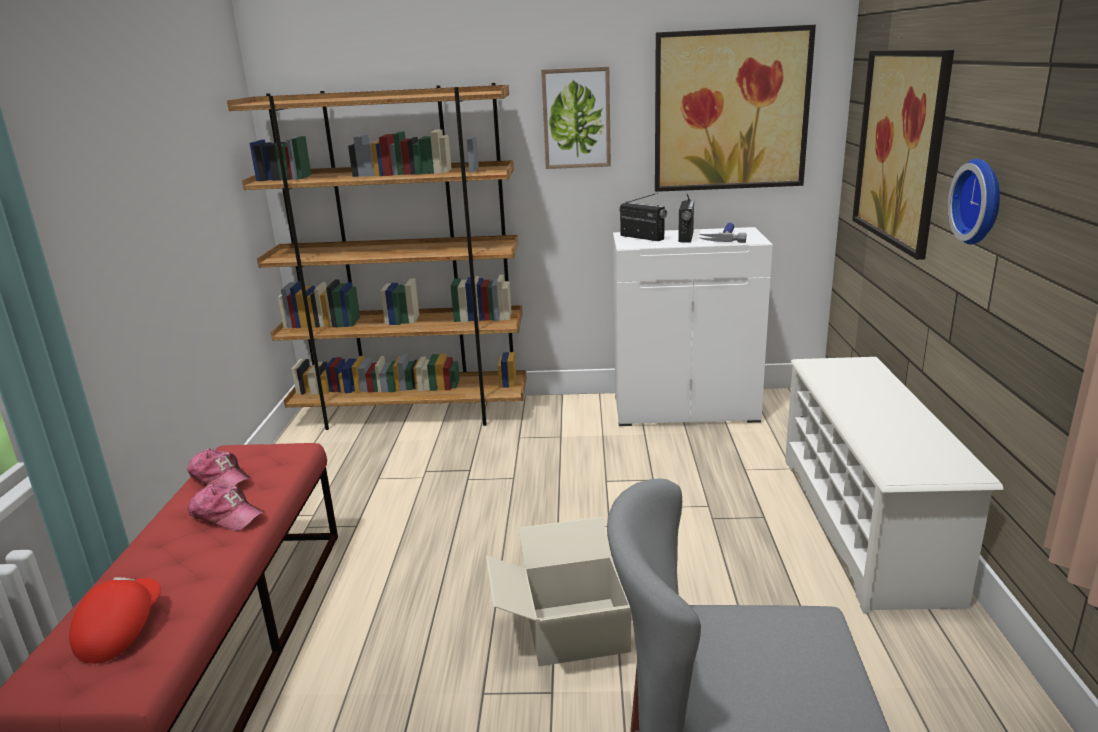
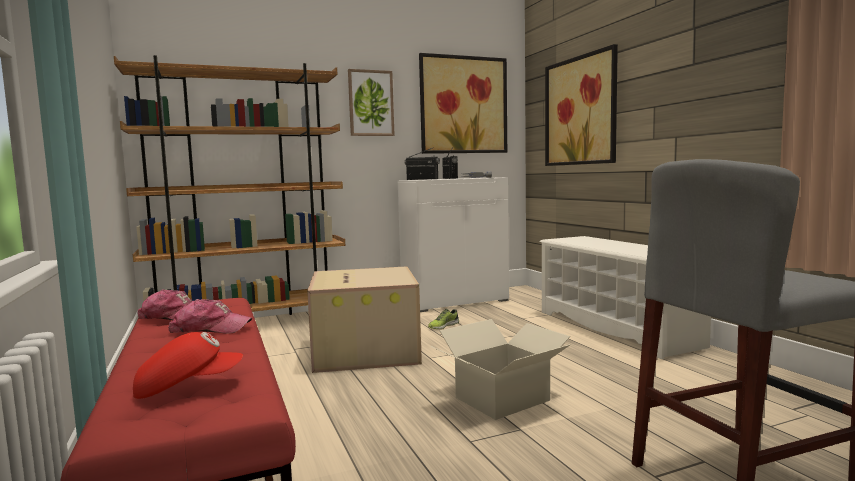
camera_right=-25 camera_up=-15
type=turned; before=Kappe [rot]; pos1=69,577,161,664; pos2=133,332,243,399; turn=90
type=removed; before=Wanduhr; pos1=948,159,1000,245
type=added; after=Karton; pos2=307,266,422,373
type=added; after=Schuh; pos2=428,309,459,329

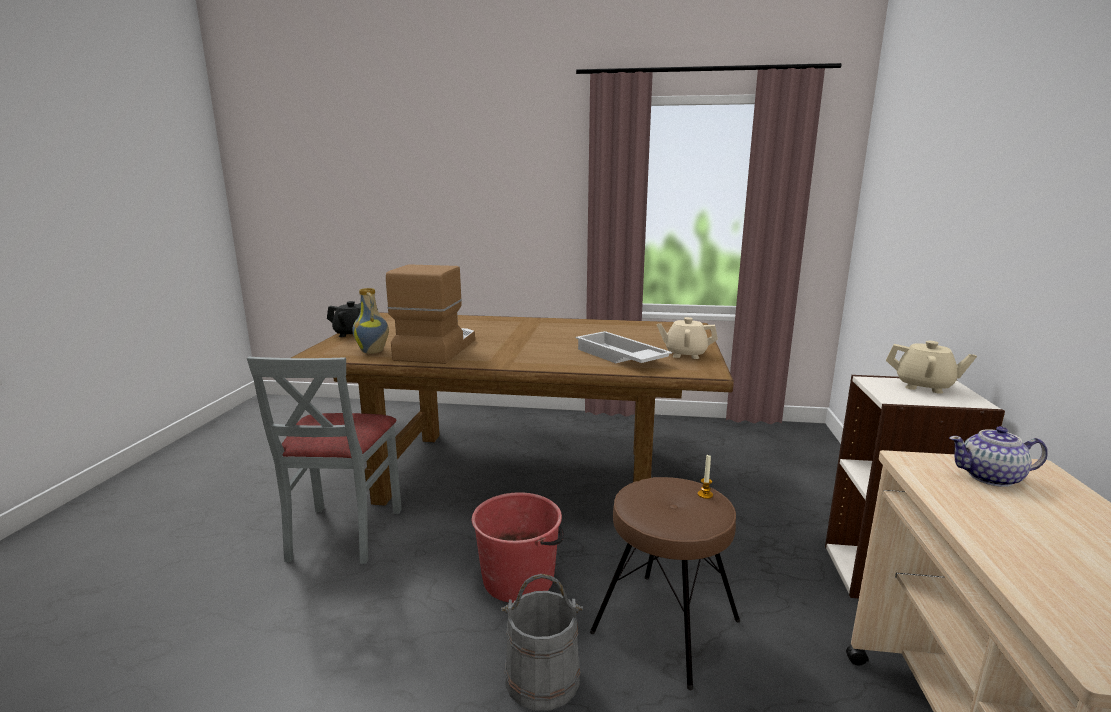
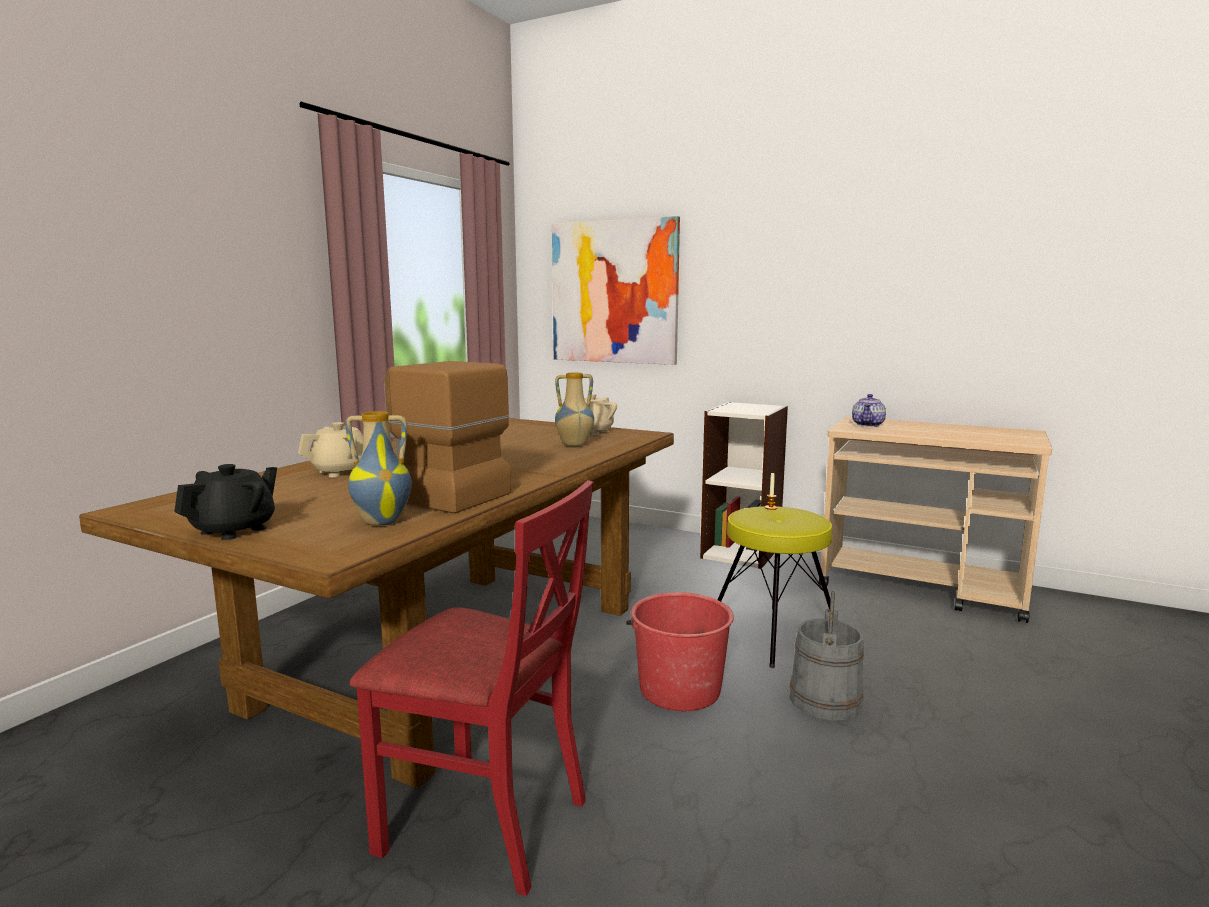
camera_right=-70 camera_up=-5
type=recoloured; before=Stuhl [grau]; after=Stuhl [rot]; pos1=247,357,402,564; pos2=350,480,594,896
type=replaced; before=Tablett [weiß]; after=Vase; pos1=575,331,672,363; pos2=555,373,594,446
type=recoloured; before=Hocker [braun]; after=Hocker [gelb]; pos1=590,477,740,690; pos2=718,506,832,668
type=moved; before=Teekanne [beige]; pos1=886,341,977,394; pos2=298,422,363,477
type=added; after=Bild; pos2=552,216,680,365

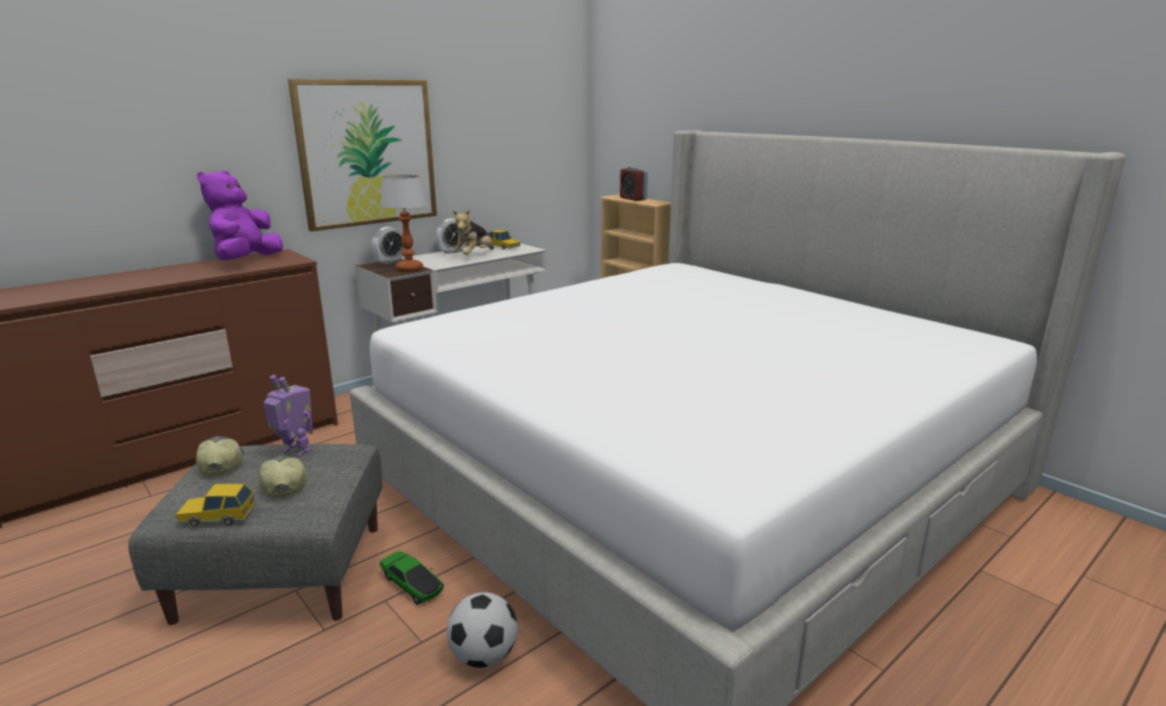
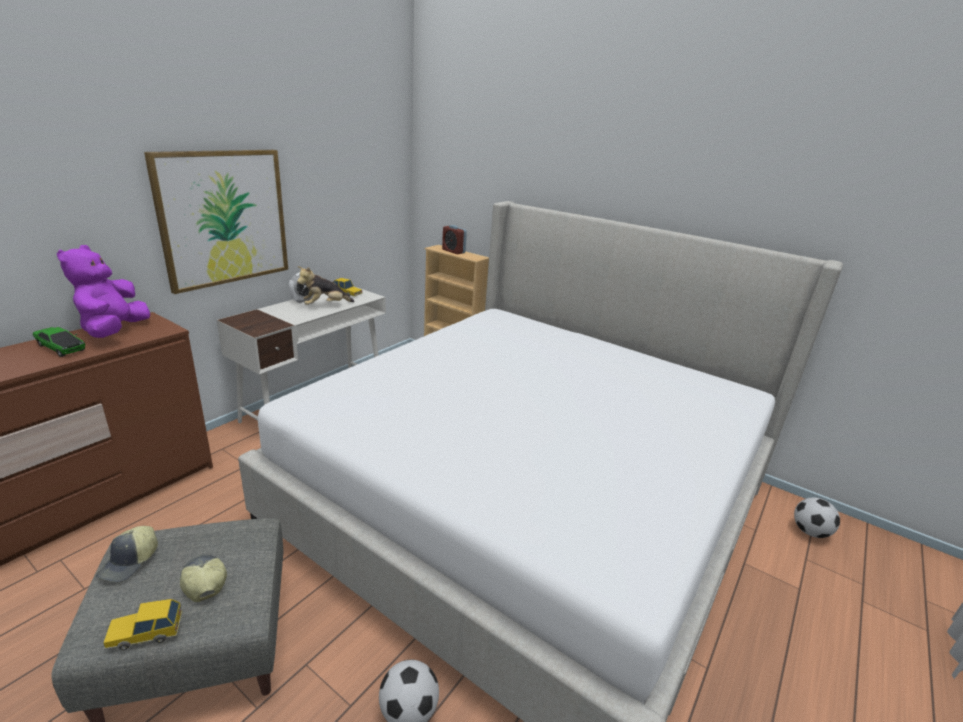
camera_right=-15 camera_up=5
type=turned; before=Kappe; pos1=196,436,244,476; pos2=96,526,158,582; turn=-135
type=removed; before=Spielzeugroboter; pos1=264,375,313,457
type=removed; before=Wecker; pos1=372,227,405,264
type=removed; before=Tischlampe; pos1=380,175,427,272
type=moved; before=Spielzeugauto; pos1=380,551,444,605; pos2=33,327,85,357
type=turned; before=Plüschtier; pos1=452,209,494,255; pos2=297,266,355,305; turn=45
type=added; after=Fußball; pos2=794,498,840,538

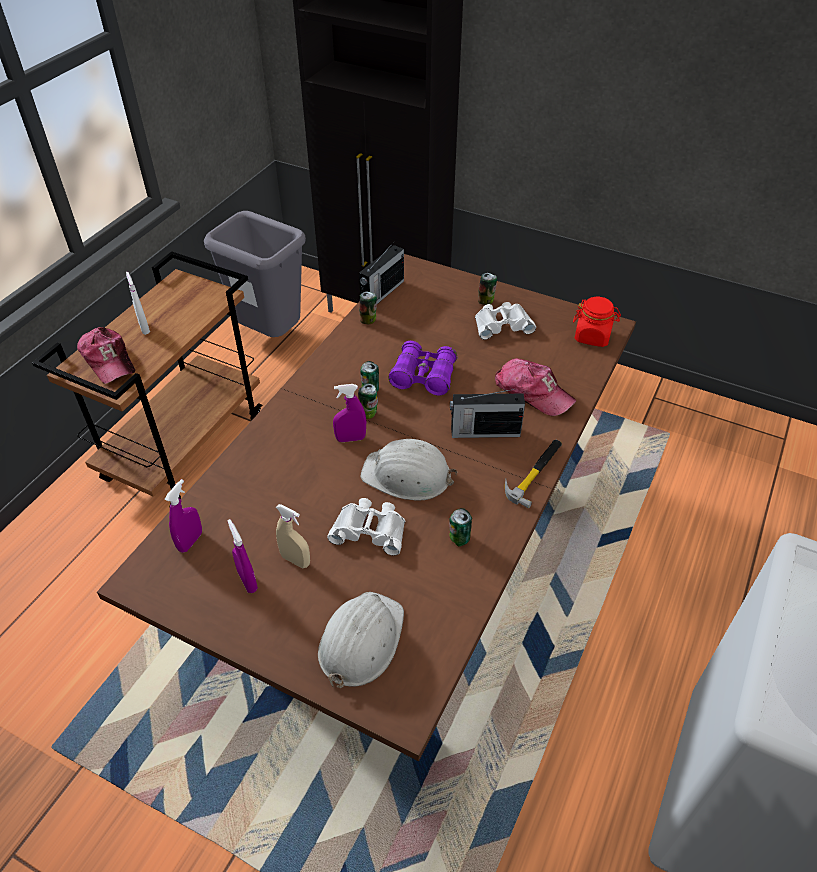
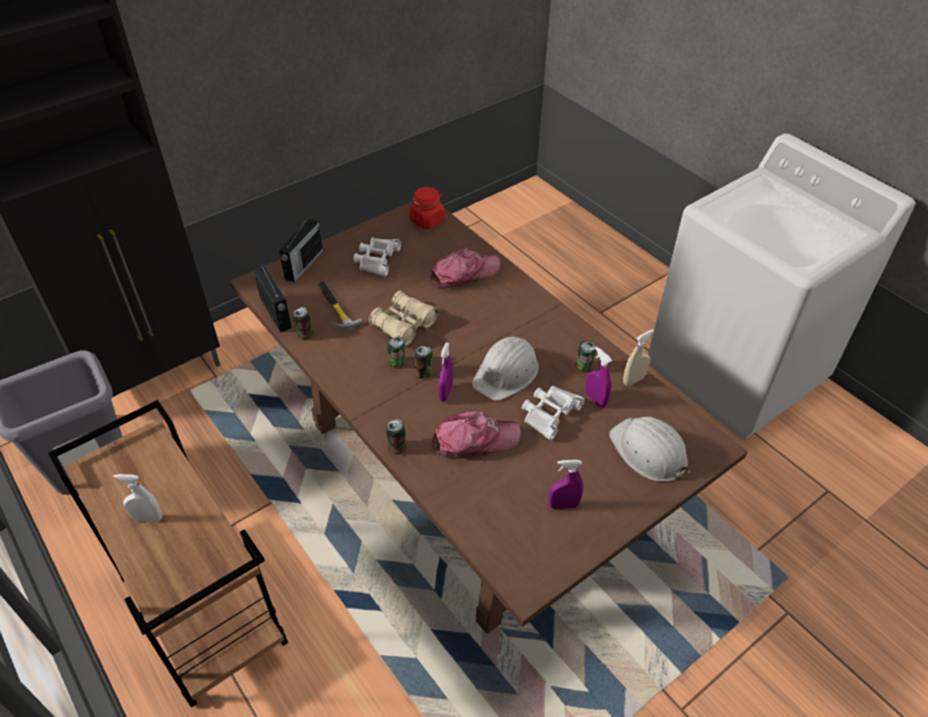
camera_right=-65 camera_up=0
type=moved; before=Kappe; pos1=77,327,135,384; pos2=432,411,521,456
type=moved; before=Sprühflasche [lila]; pos1=164,479,202,553; pos2=585,347,612,407
type=moved; before=Sprühflasche [beige]; pos1=276,504,310,568; pos2=623,329,654,386
type=recoloured; before=Fernglas [lila]; after=Fernglas [beige]; pos1=389,341,457,396; pos2=369,290,438,346
type=moved; before=Radio; pos1=450,389,525,438; pos2=279,218,323,282
type=moved; before=Dose; pos1=478,273,497,305; pos2=386,419,407,454
type=moved; before=Hammer; pos1=505,440,562,508; pos2=318,281,363,331

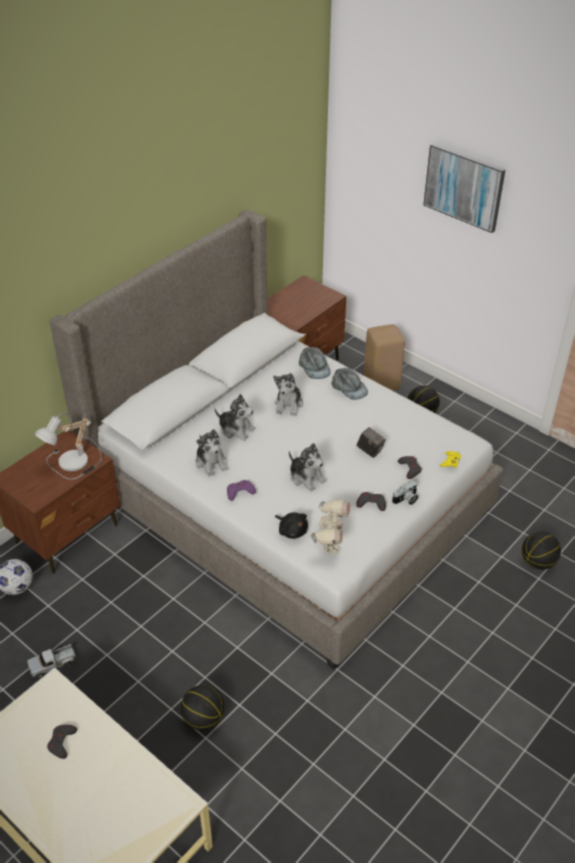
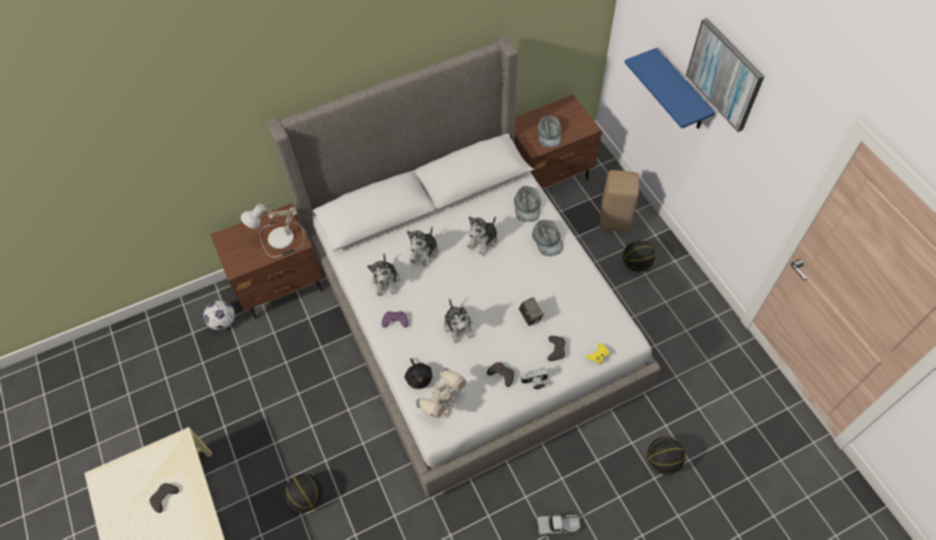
camera_right=25 camera_up=15
type=moved; before=Spielzeuglaster; pos1=27,644,76,678; pos2=537,515,581,536
type=turned; before=Plüschtier; pos1=215,394,255,441; pos2=407,227,438,267; turn=60
type=added; after=Kappe [grau]; pos2=537,115,562,147
type=added; after=Wandregal [blau]; pos2=624,48,715,129

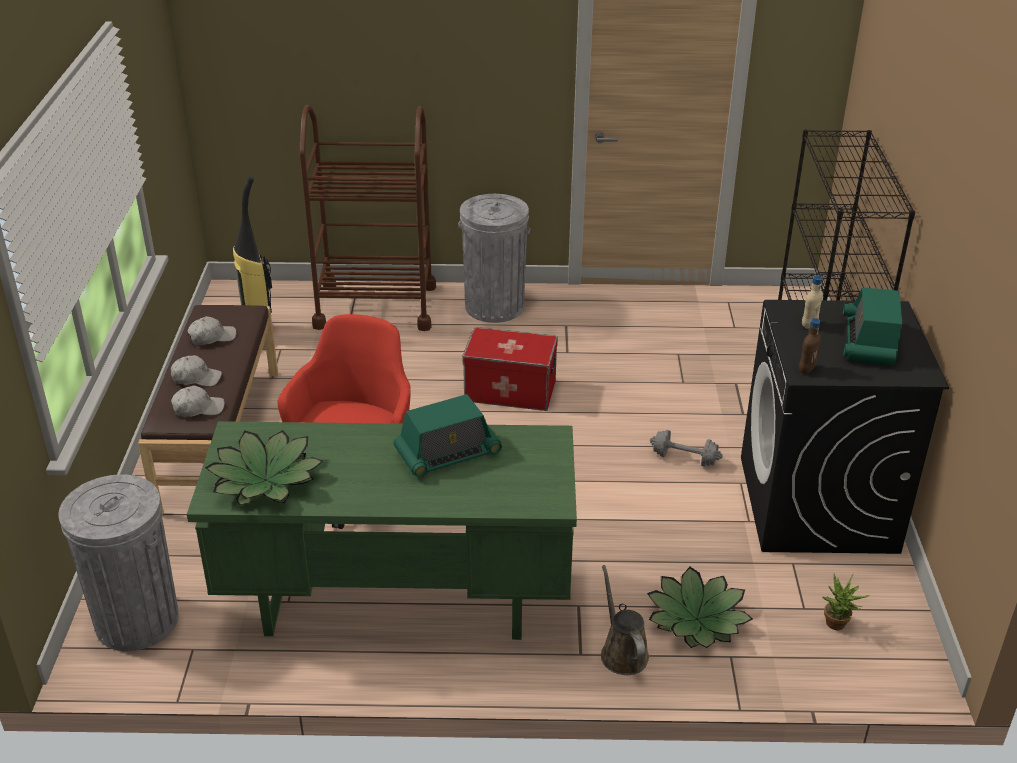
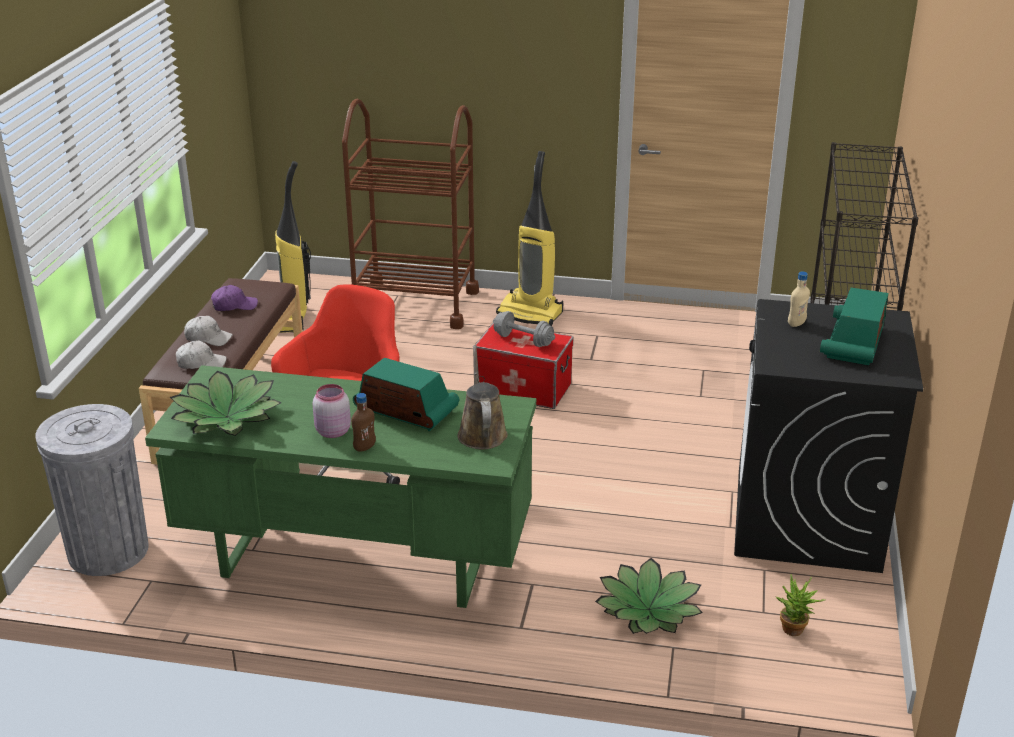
camera_right=10 camera_up=-5
type=recoloured; before=Kappe [weiß]; after=Kappe [lila]; pos1=187,316,237,345; pos2=211,285,258,311
type=turned; before=Radio; pos1=393,394,502,477; pos2=353,358,459,431; turn=-135
type=replaced; before=Mülleimer [grau]; after=Staubsauger; pos1=458,194,530,323; pos2=496,151,563,326
type=moved; before=Gießkanne [braun]; pos1=601,565,649,675; pos2=457,345,508,450
type=moved; before=Hantel [grau]; pos1=650,430,723,467; pos2=493,311,555,347
type=moved; before=Flasche [braun]; pos1=799,318,821,373; pos2=351,393,376,452
type=added; after=Vorratsglas [rosa]; pos2=313,384,351,438

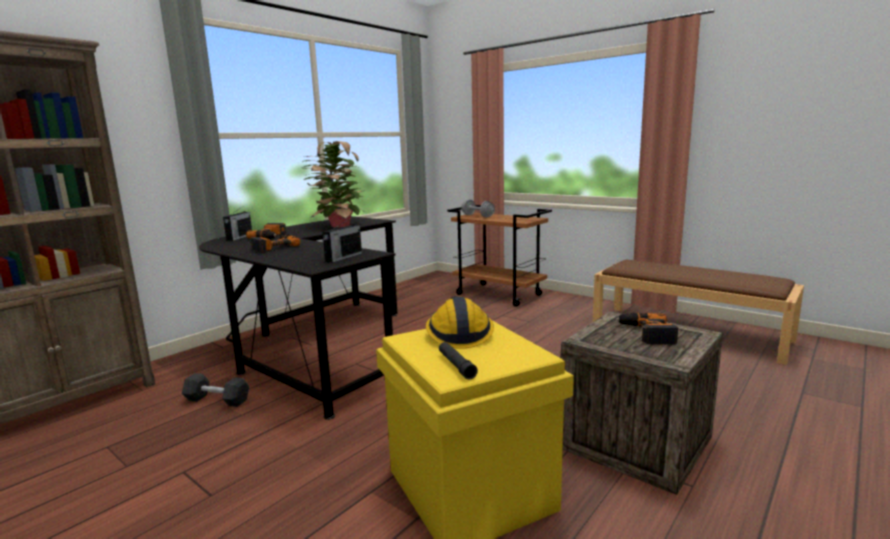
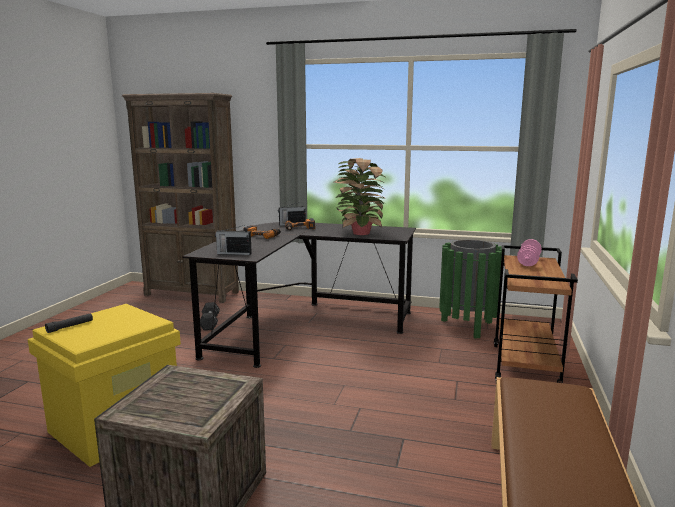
camera_right=65 camera_up=0
type=removed; before=Schutzhelm; pos1=426,296,494,349
type=recoloured; before=Hantel [grau]; after=Hantel [rosa]; pos1=461,199,495,217; pos2=517,239,542,266
type=removed; before=Bohrmaschine; pos1=616,313,678,344
type=added; after=Mülleimer [grün]; pos2=439,239,502,338

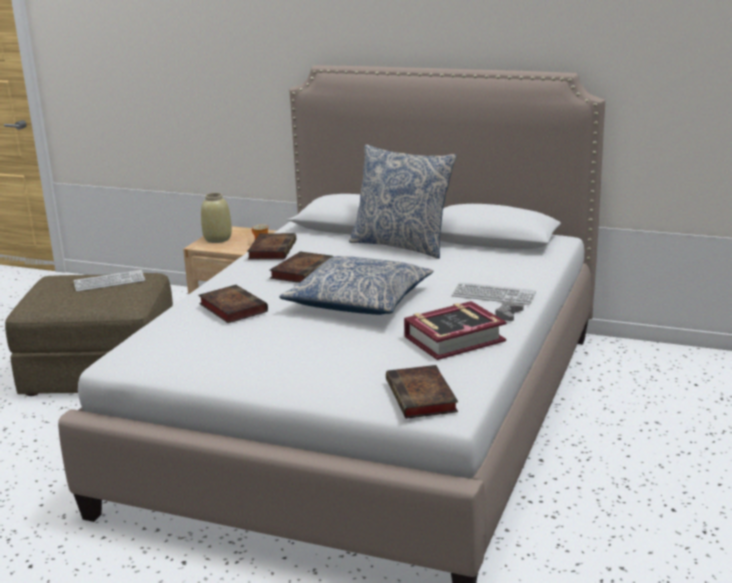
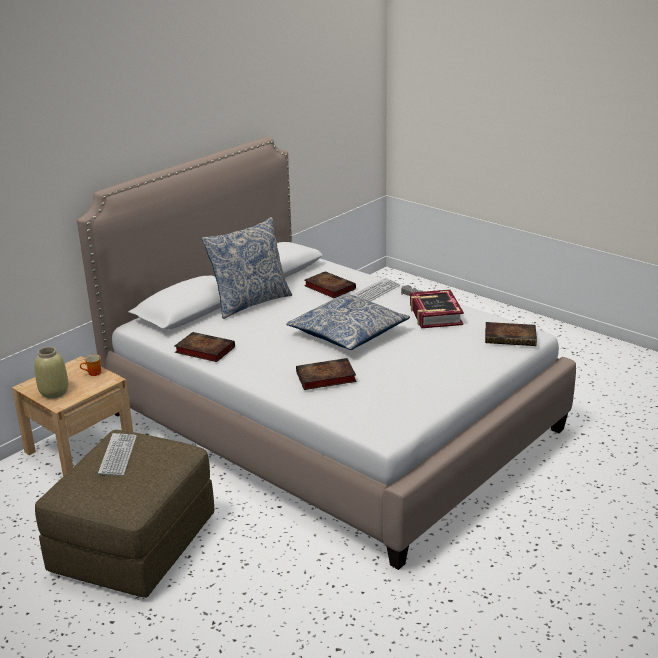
camera_right=-70 camera_up=5
type=moved; before=Buch; pos1=269,252,334,283; pos2=304,271,356,298

